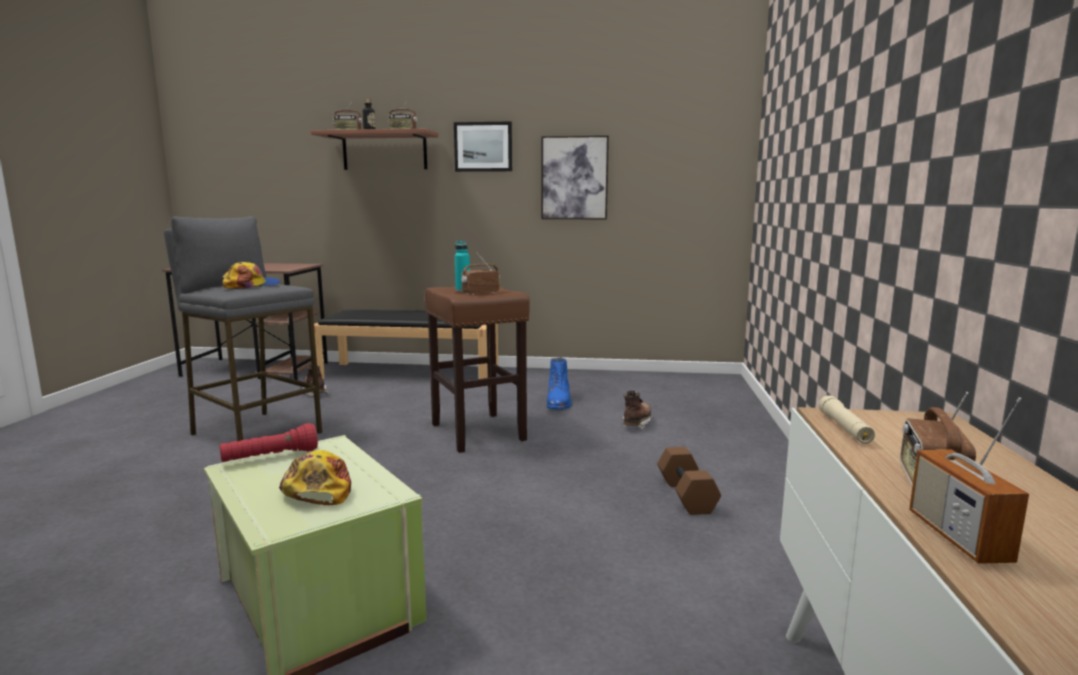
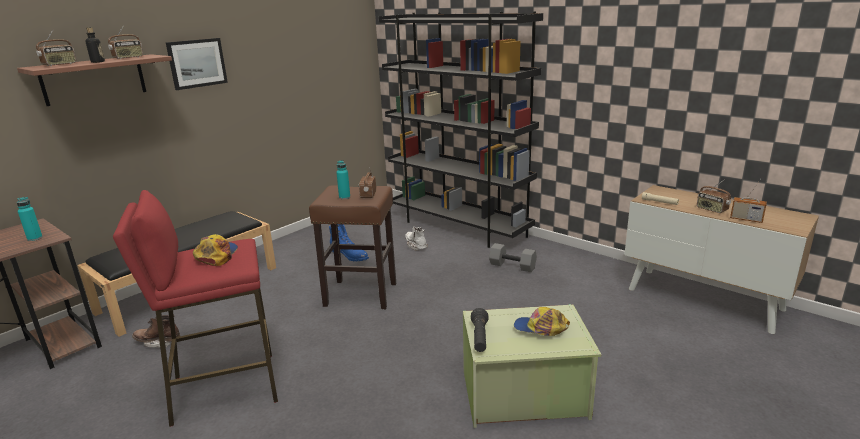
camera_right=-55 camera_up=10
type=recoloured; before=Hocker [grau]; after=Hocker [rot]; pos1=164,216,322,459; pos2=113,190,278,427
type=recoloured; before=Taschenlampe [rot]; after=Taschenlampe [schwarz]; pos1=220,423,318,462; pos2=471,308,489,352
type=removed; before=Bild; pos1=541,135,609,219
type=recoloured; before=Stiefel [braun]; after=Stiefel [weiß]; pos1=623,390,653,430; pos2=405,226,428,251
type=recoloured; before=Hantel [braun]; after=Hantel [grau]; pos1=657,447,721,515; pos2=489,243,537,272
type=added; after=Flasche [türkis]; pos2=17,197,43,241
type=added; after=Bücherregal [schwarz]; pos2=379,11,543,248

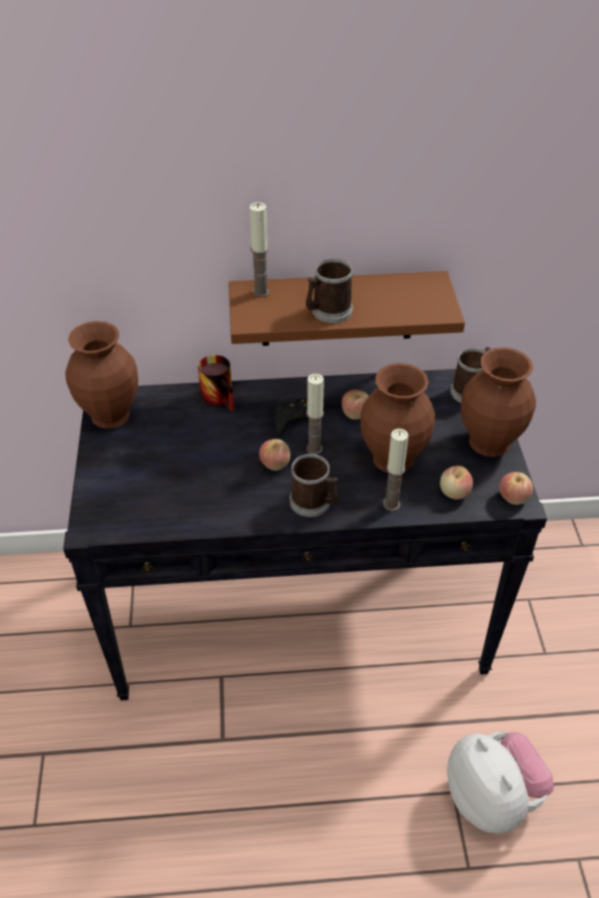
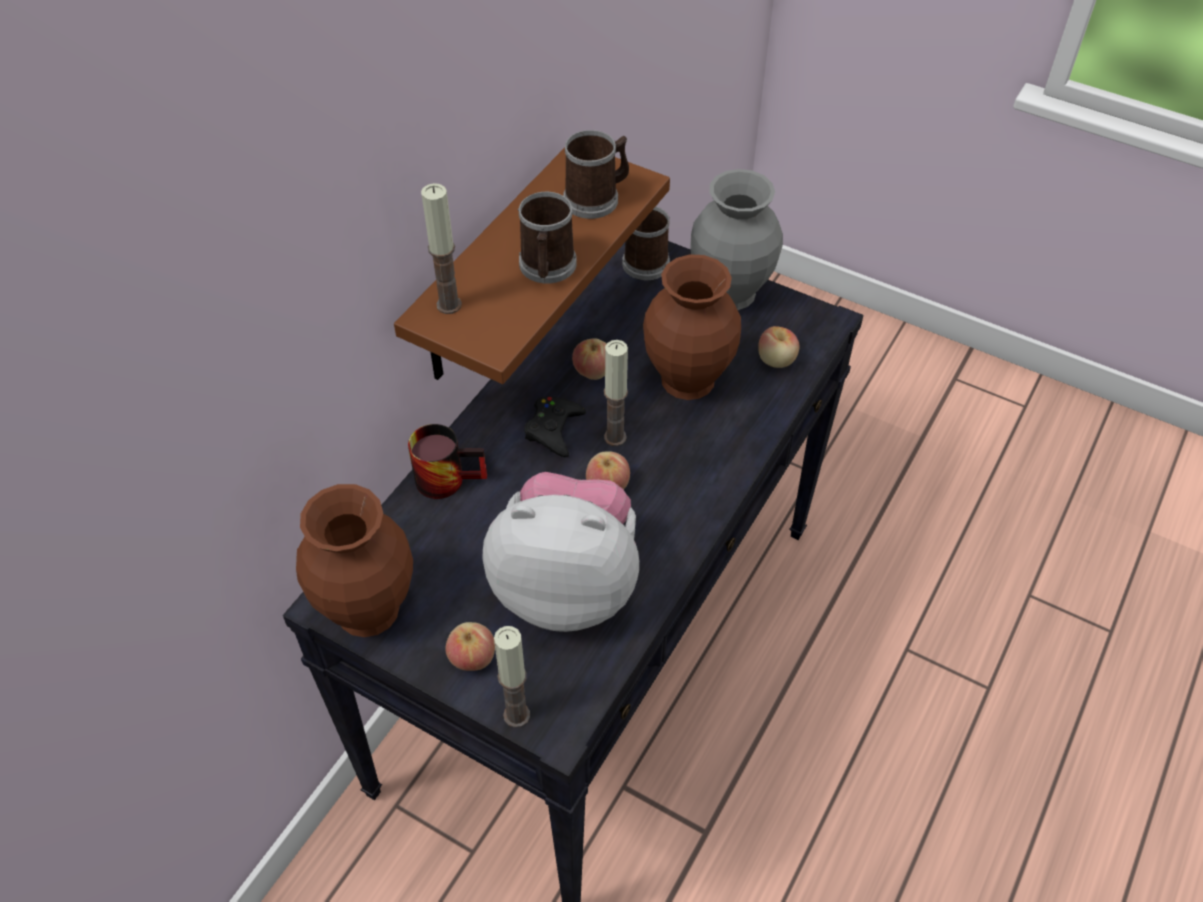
camera_right=-55 camera_up=5
type=moved; before=Henkelbecher; pos1=290,454,338,517; pos2=563,130,629,219
type=moved; before=Kerze; pos1=383,429,408,511; pos2=494,626,530,728
type=moved; before=Plüschtier; pos1=447,732,554,834; pos2=482,472,639,632
type=recoloured; before=Vase [braun]; after=Vase [grau]; pos1=461,347,536,457; pos2=690,169,783,310
type=moved; before=Apfel; pos1=499,472,533,505; pos2=445,622,495,671

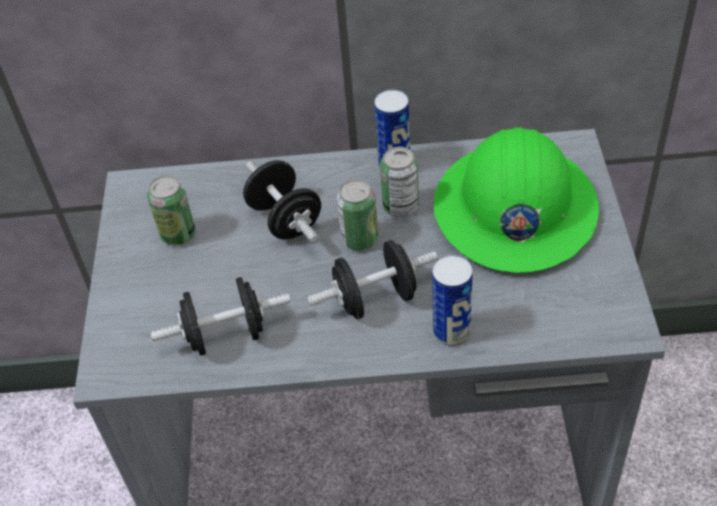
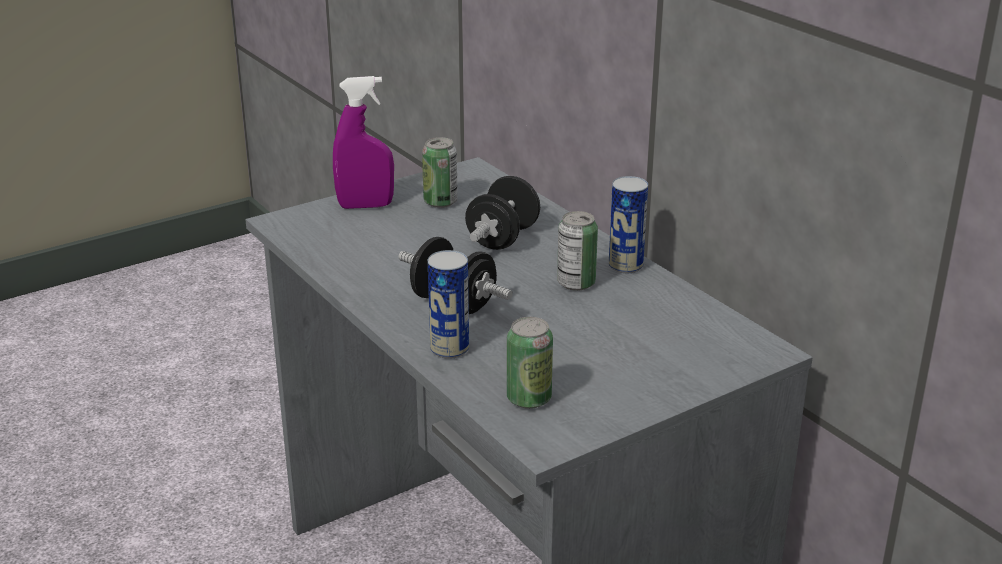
camera_right=55 camera_up=-20
type=removed; before=Hantel [schwarz]; pos1=151,277,291,356
type=moved; before=Dose; pos1=337,179,378,251; pos2=507,317,553,409
type=removed; before=Schutzhelm [grün]; pos1=434,128,599,273
type=added; after=Sprühflasche [lila]; pos2=333,76,394,209

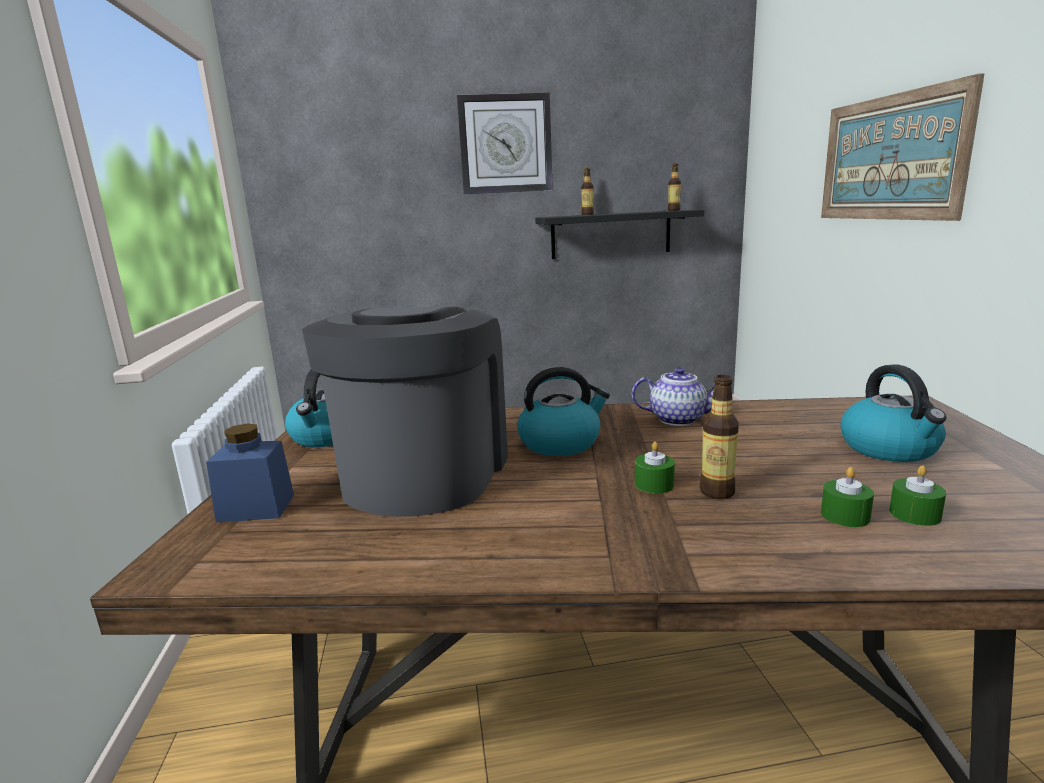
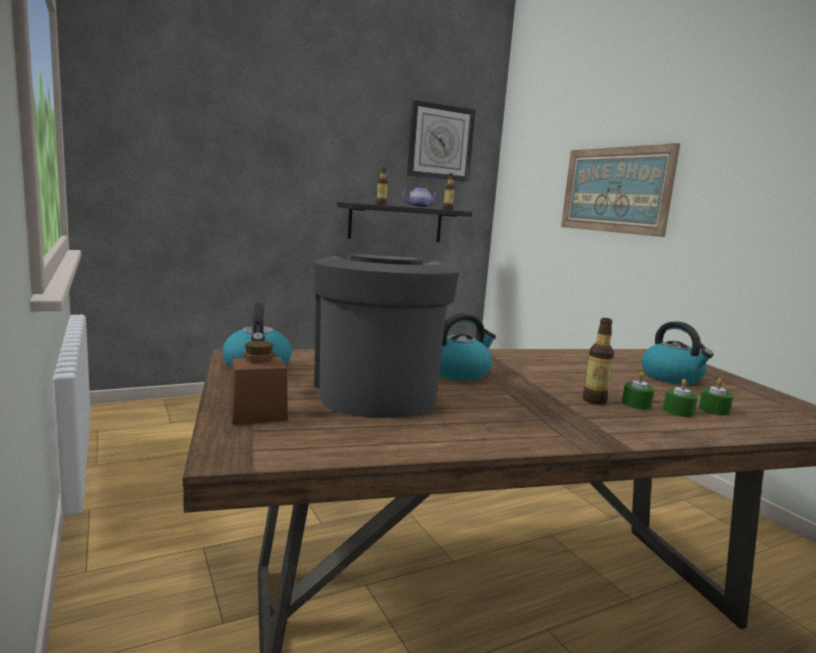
camera_right=-20 camera_up=-5
type=recoloured; before=Vorratsglas [blau]; after=Vorratsglas [braun]; pos1=206,424,294,523; pos2=229,341,288,425
type=moved; before=Wanduhr; pos1=457,93,553,194; pos2=407,100,475,182
type=moved; before=Teekanne; pos1=632,367,715,426; pos2=402,185,439,208
type=moved; before=Kerze [grün]; pos1=635,441,675,494; pos2=622,372,654,409

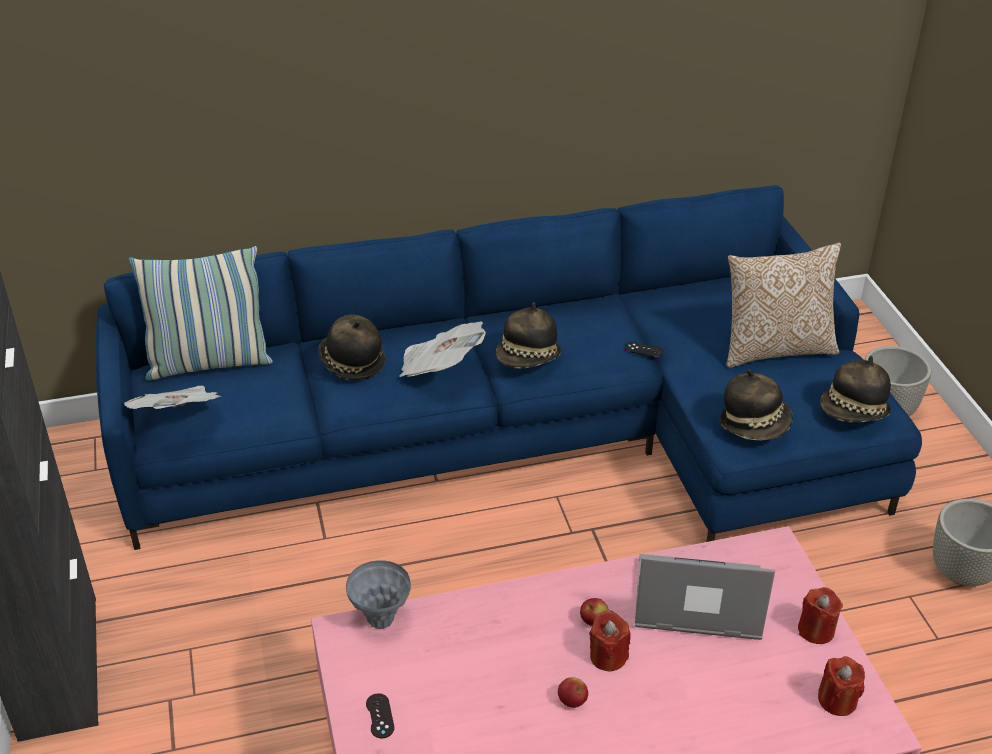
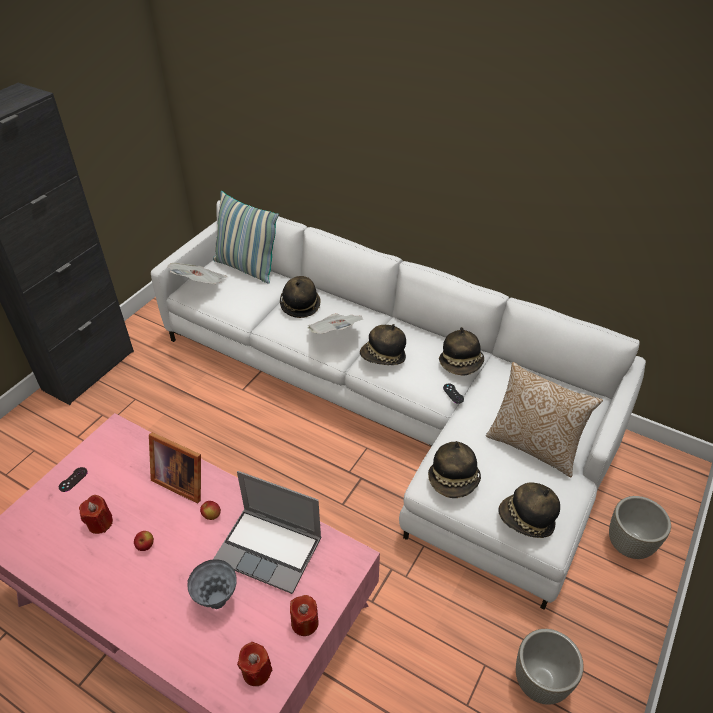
camera_right=45 camera_up=5
type=recoloured; before=Sofa [blau]; after=Sofa [weiß]; pos1=96,185,922,550; pos2=151,200,646,610
type=moved; before=Vase [grau]; pos1=346,560,411,629; pos2=187,559,237,609
type=moved; before=Kerze [rot]; pos1=589,610,631,672; pos2=79,495,113,534
type=turned; before=Laptop; pos1=635,554,775,640; pos2=213,471,321,594; turn=150
type=added; after=Bilderrahmen; pos2=149,432,201,504
type=added; after=Hut; pos2=439,327,484,375

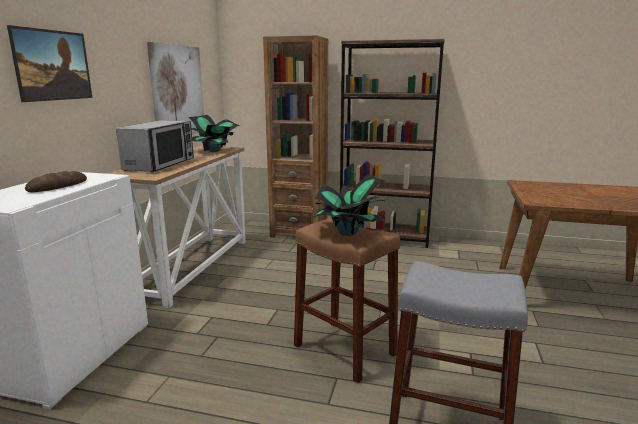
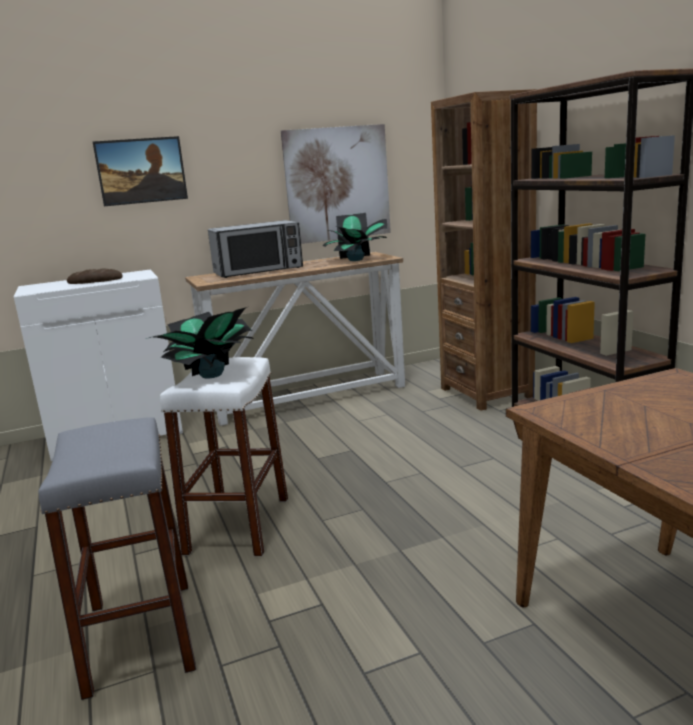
camera_right=55 camera_up=0
type=recoloured; before=Hocker [braun]; after=Hocker [weiß]; pos1=294,218,400,383; pos2=160,357,288,556

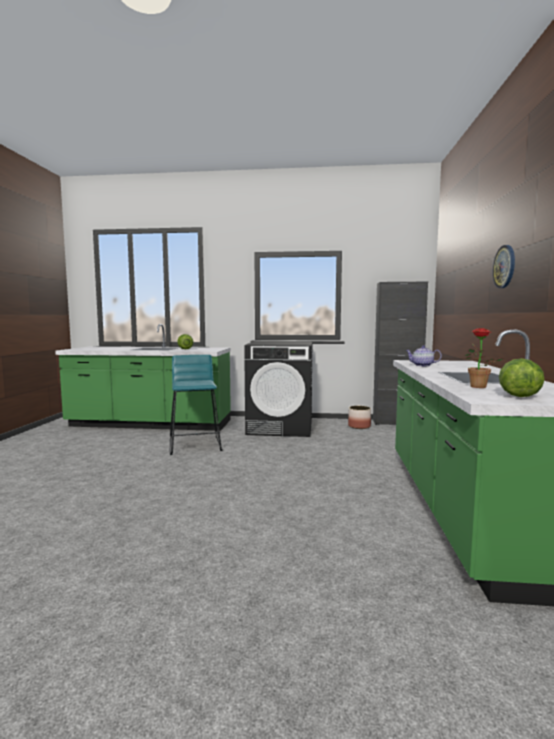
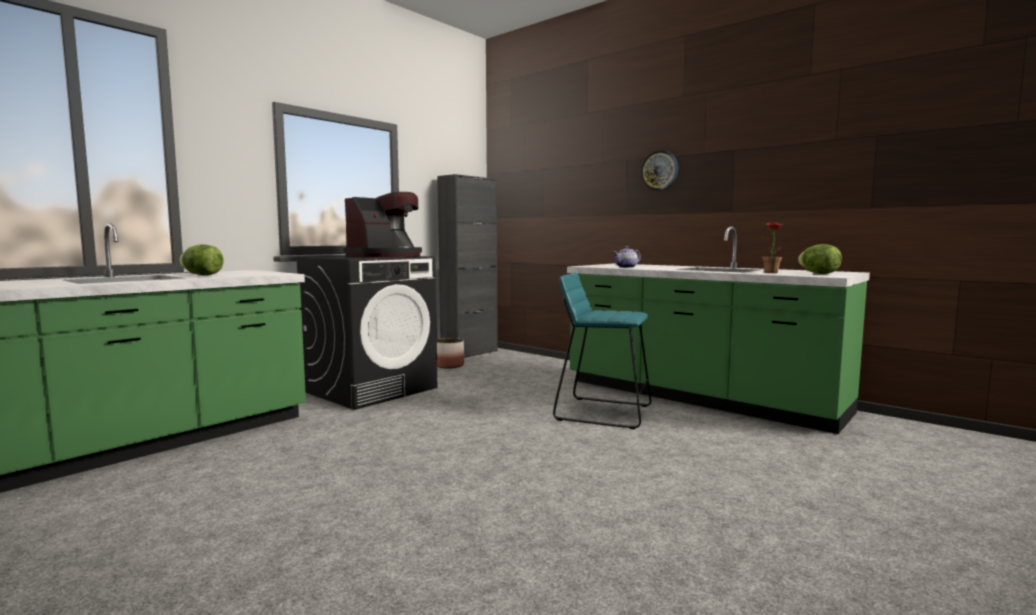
camera_right=-55 camera_up=0
type=moved; before=Hocker [türkis]; pos1=169,355,223,455; pos2=553,273,651,429
type=added; after=Kaffeemaschine; pos2=344,192,422,257

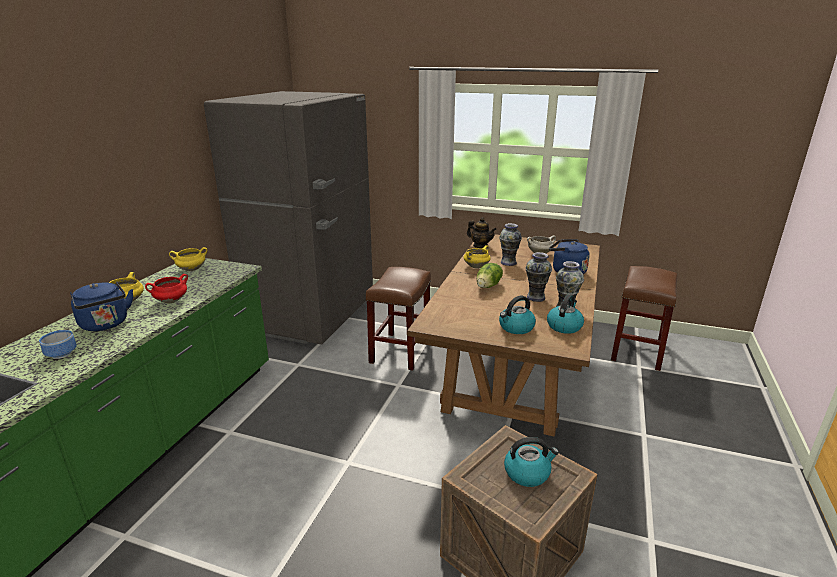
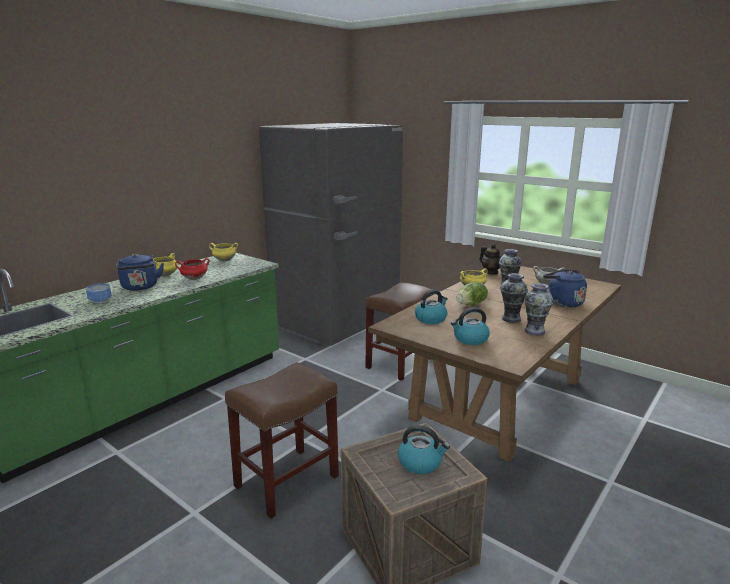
camera_right=20 camera_up=-5
type=moved; before=Wasserkessel; pos1=547,294,584,334; pos2=415,290,448,324
type=moved; before=Hocker [braun]; pos1=611,266,677,371; pos2=225,362,339,519

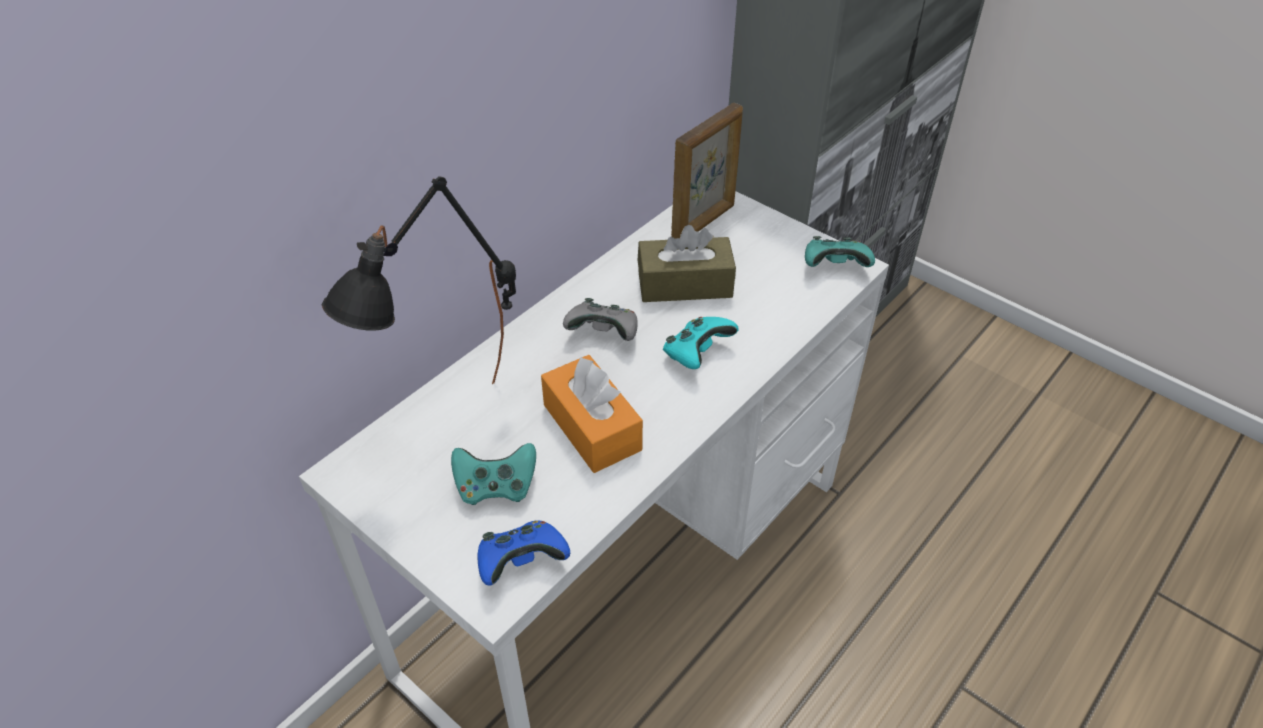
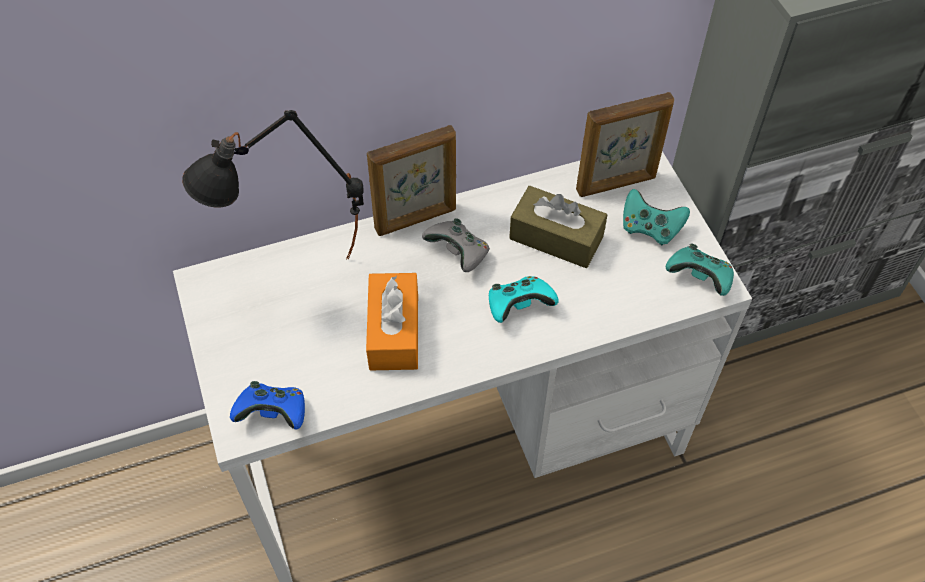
camera_right=30 camera_up=10
type=moved; before=Gamepad [türkis]; pos1=451,443,536,505; pos2=623,189,690,245
type=added; after=Bilderrahmen; pos2=367,125,456,236

